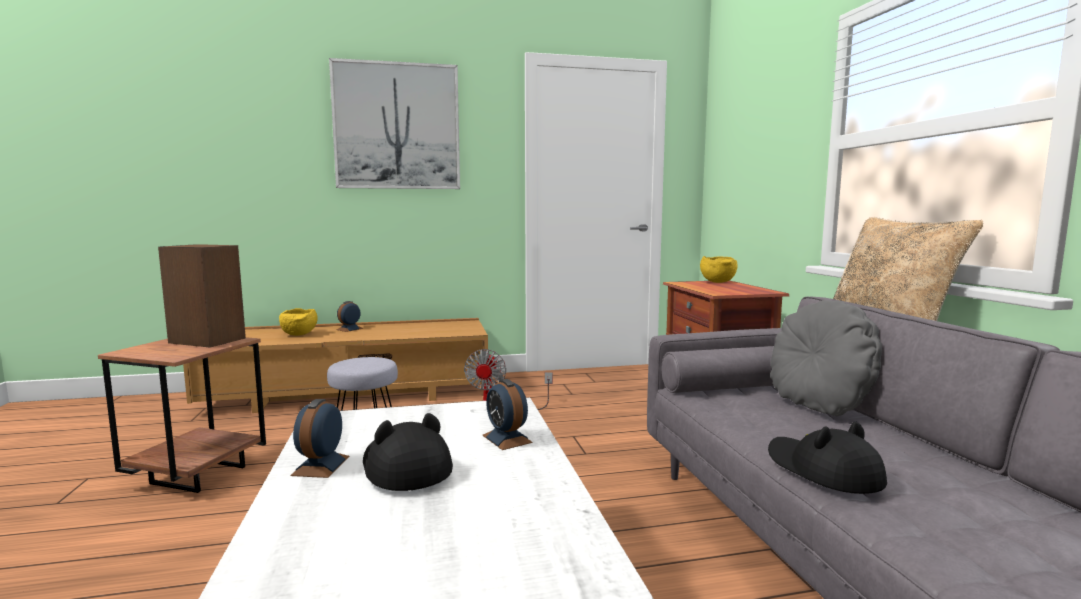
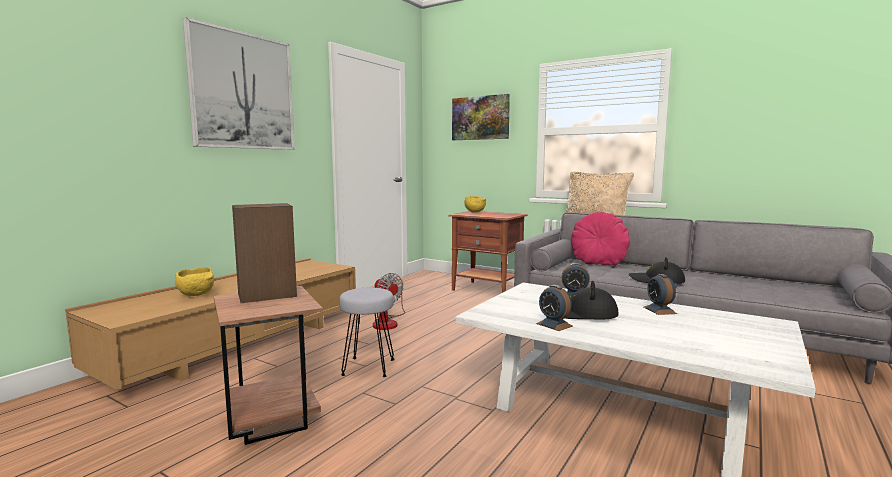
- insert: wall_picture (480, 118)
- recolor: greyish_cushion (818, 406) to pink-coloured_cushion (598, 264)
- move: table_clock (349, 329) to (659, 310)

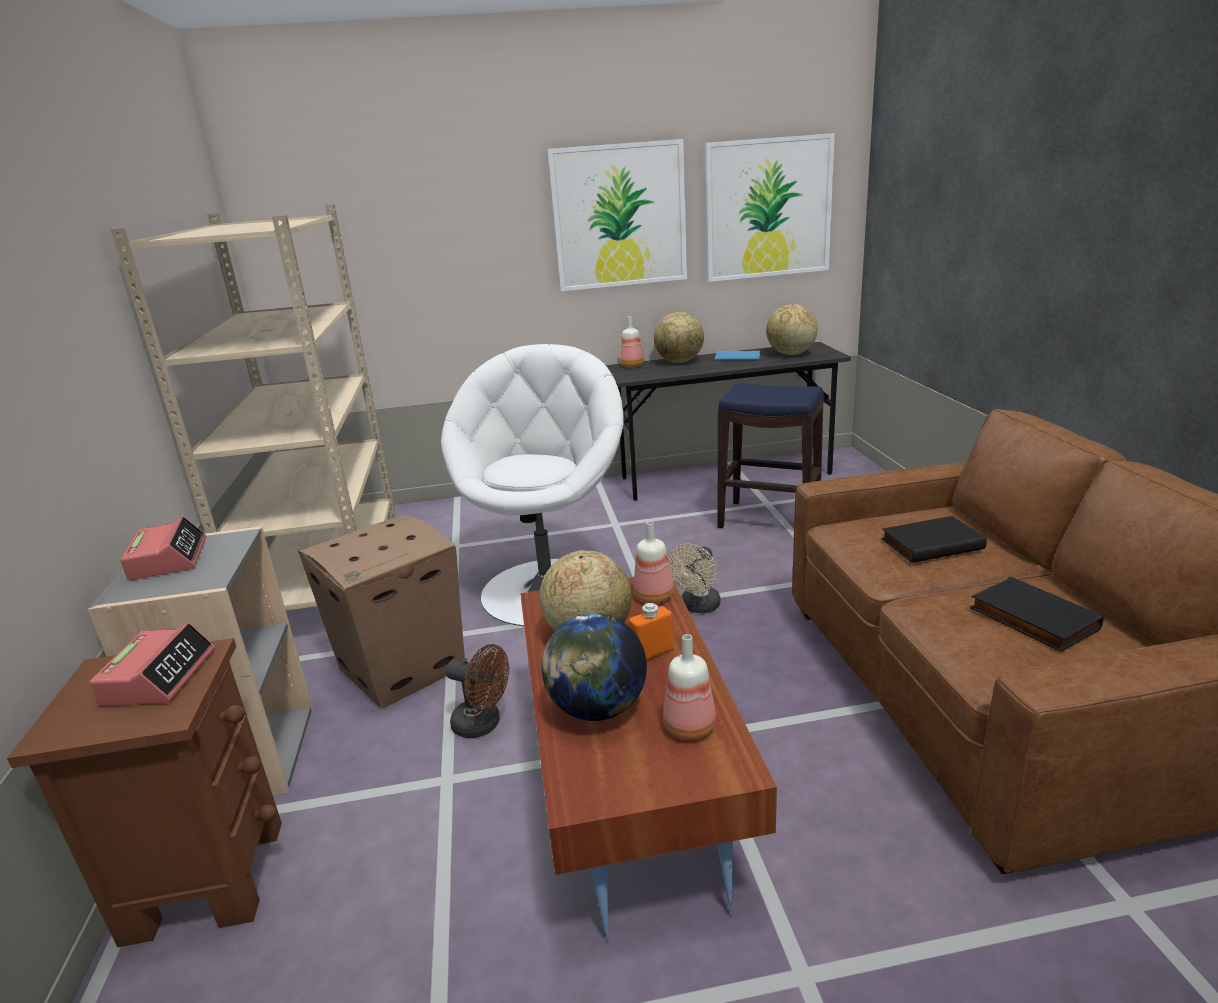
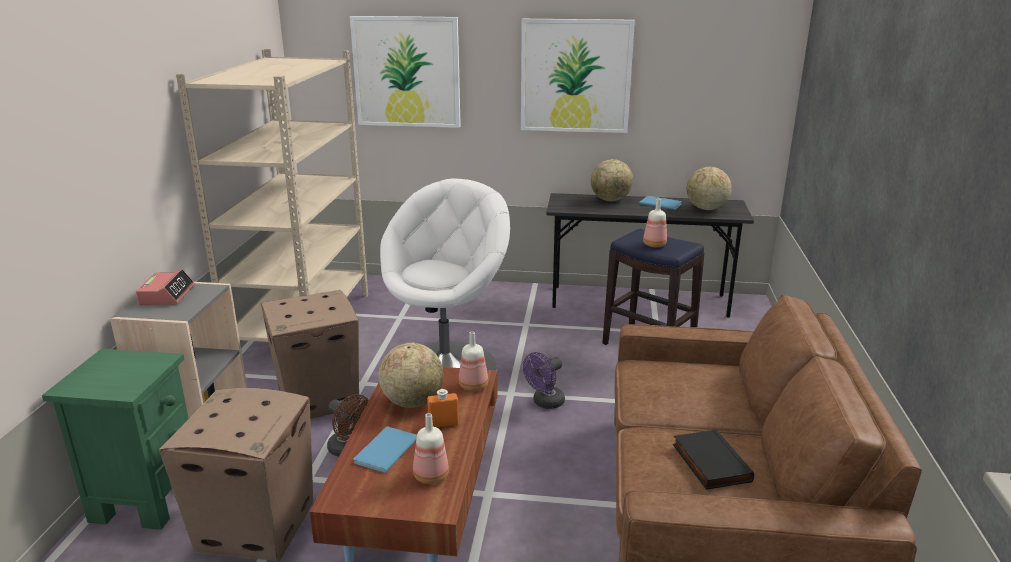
- recolor: brown-coloured_nightstand (209, 878) to greenish_nightstand (148, 499)
- insert: carton (257, 525)
- move: wall_picture (768, 209) to (407, 72)
- replace: globe (597, 709) to bluish_bound_book (384, 451)
- recolor: beige-coloured_cooling_fan (698, 607) to purple-coloured_cooling_fan (545, 403)
- move: beverage_bottle (632, 366) to (654, 245)
- delete: table_clock (159, 677)
- delete: black-coloured_bound_book (931, 543)

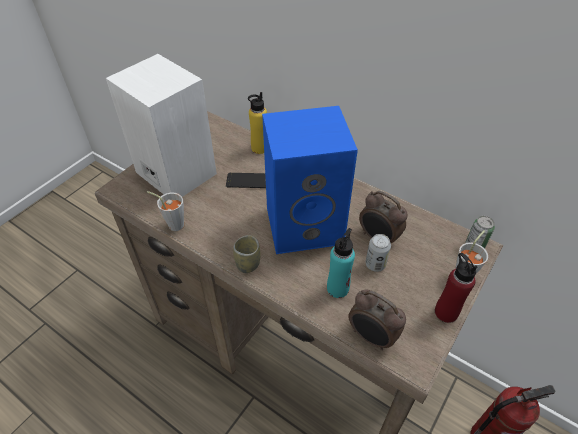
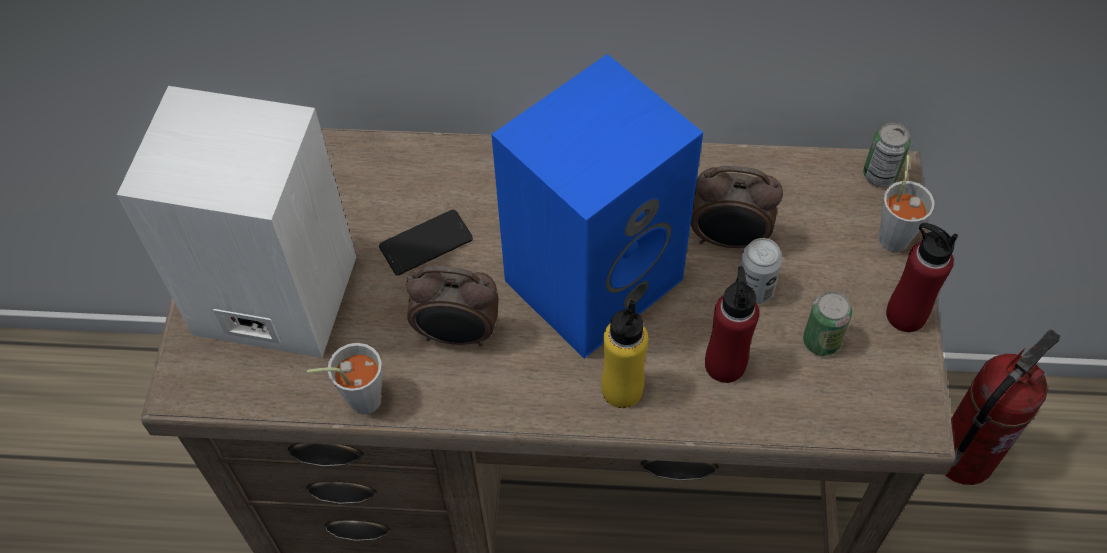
- move: table_clock (371, 337) to (457, 335)
- move: yellow-coloured_beverage_bottle (259, 148) to (622, 389)
- recolor: turquoise-coloured_beverage_bottle (338, 288) to red-coloured_beverage_bottle (725, 364)
- insert: metal_can (821, 341)
- delete: cup (248, 264)

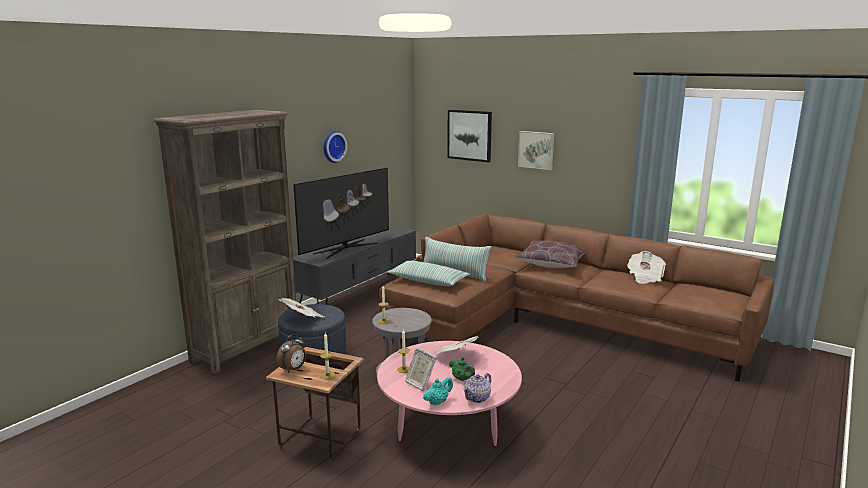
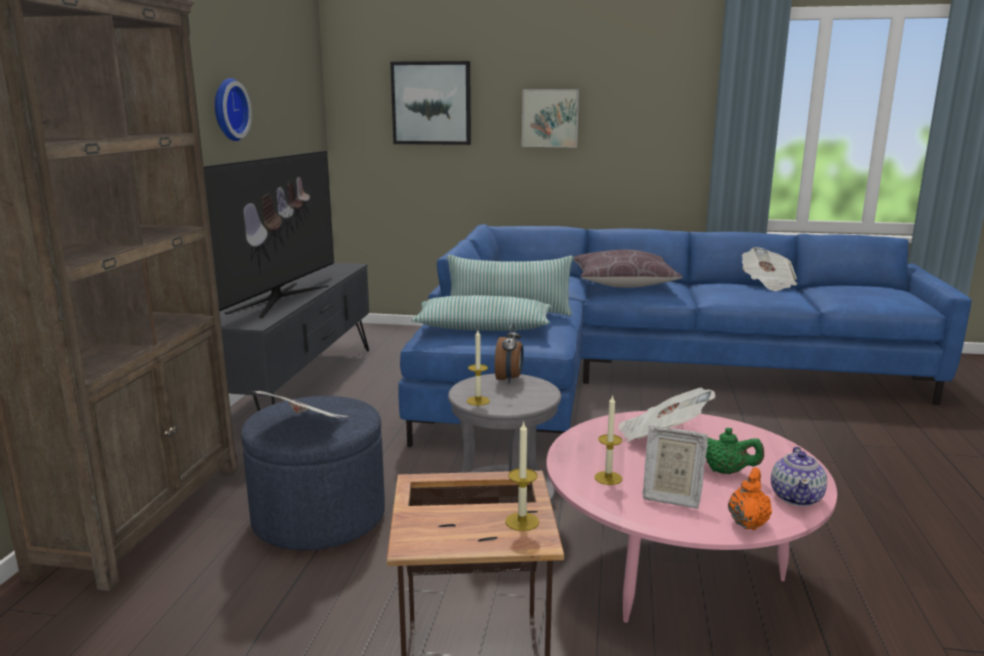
- recolor: brown-coloured_sofa (555, 325) to bluish_sofa (642, 378)
- move: table_clock (293, 369) to (509, 379)
- recolor: turquoise-coloured_pot_for_tea (437, 402) to orangey_pot_for_tea (748, 522)

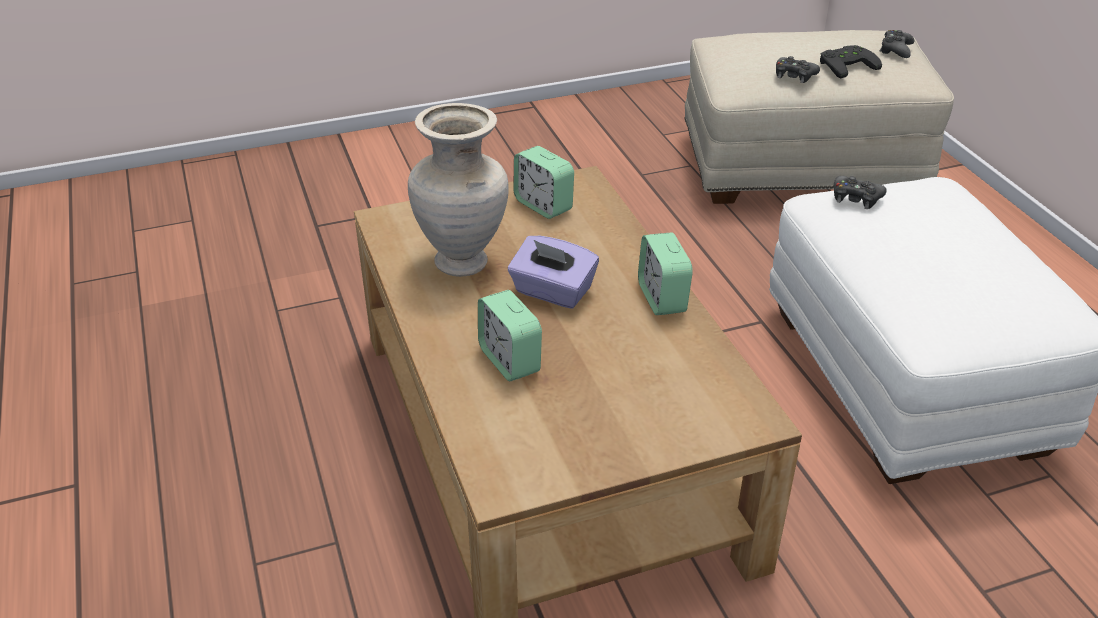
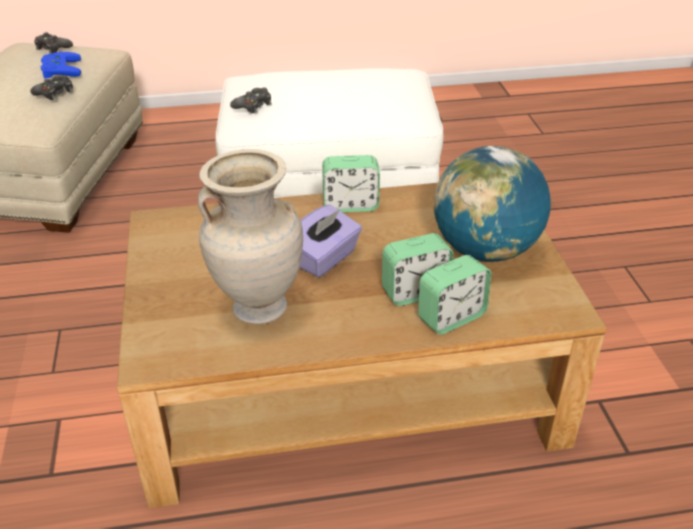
- recolor: black-coloured_gamepad (846, 64) to bluish_gamepad (58, 69)
- move: table_clock (543, 205) to (451, 317)
- insert: globe (485, 250)

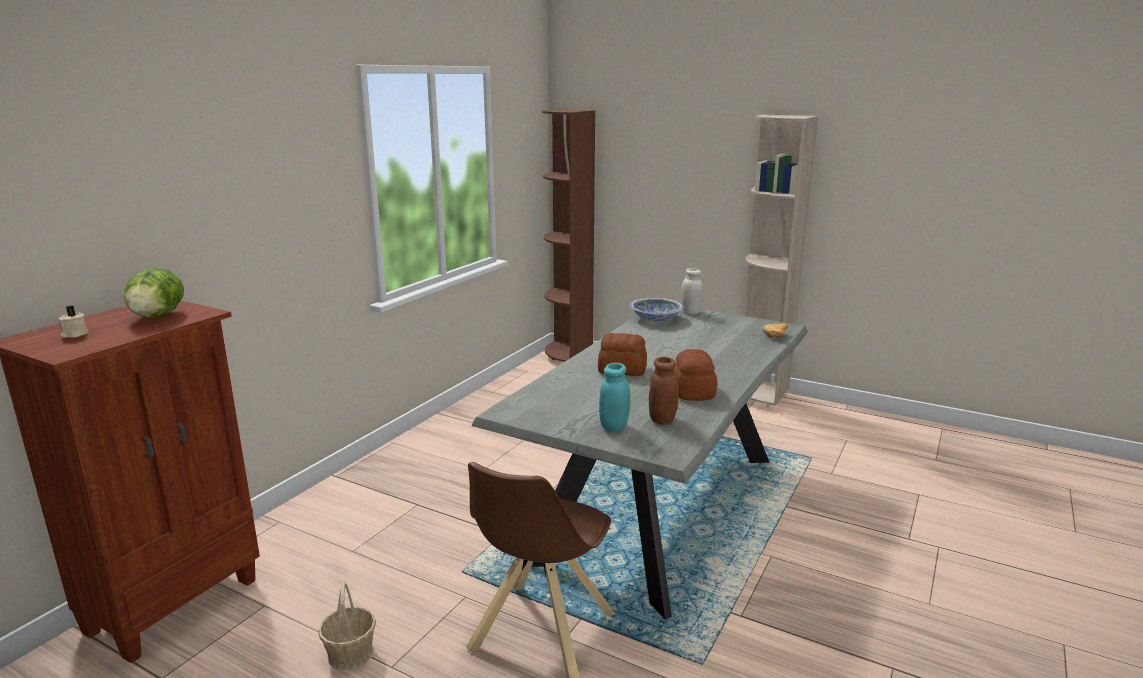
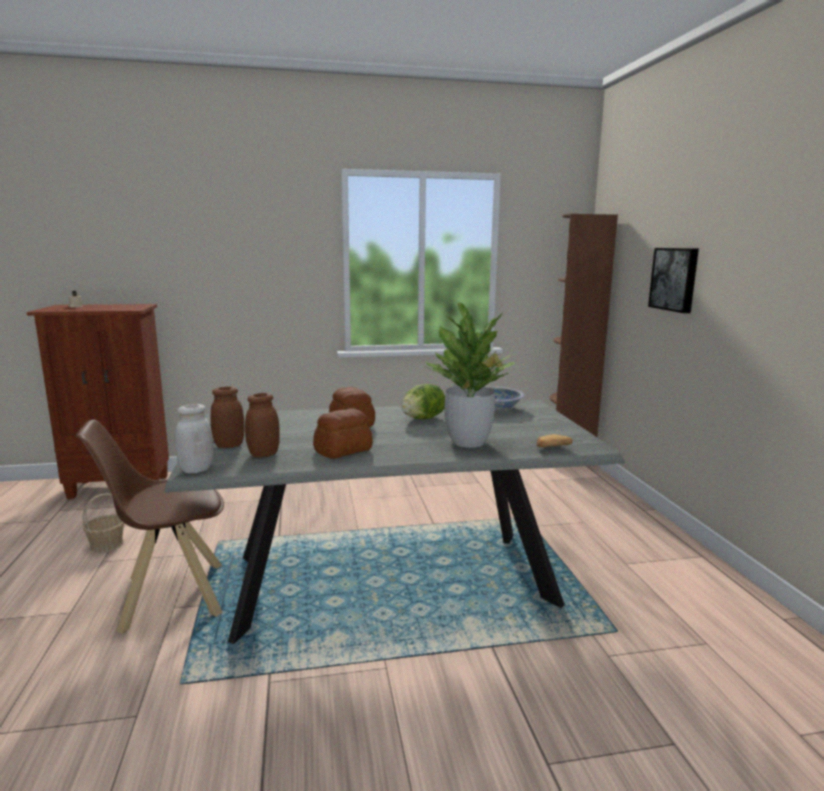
- move: white-coloured_jar (690, 312) to (196, 469)
- recolor: turquoise-coloured_jar (614, 427) to brown-coloured_jar (229, 445)
- move: lettuce_head (157, 316) to (423, 419)
- insert: potted_plant (469, 442)
- insert: wall_picture (675, 279)
- delete: beige-coloured_bookshelf (759, 397)

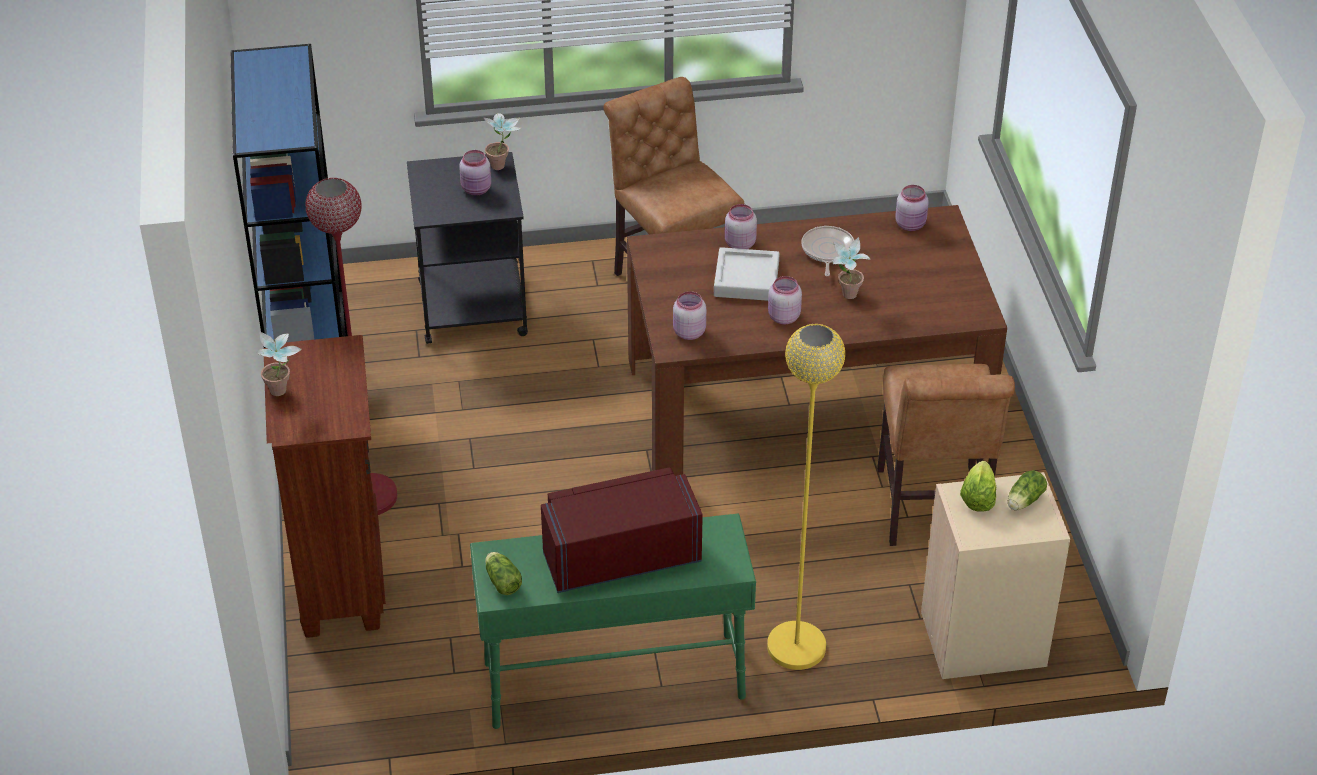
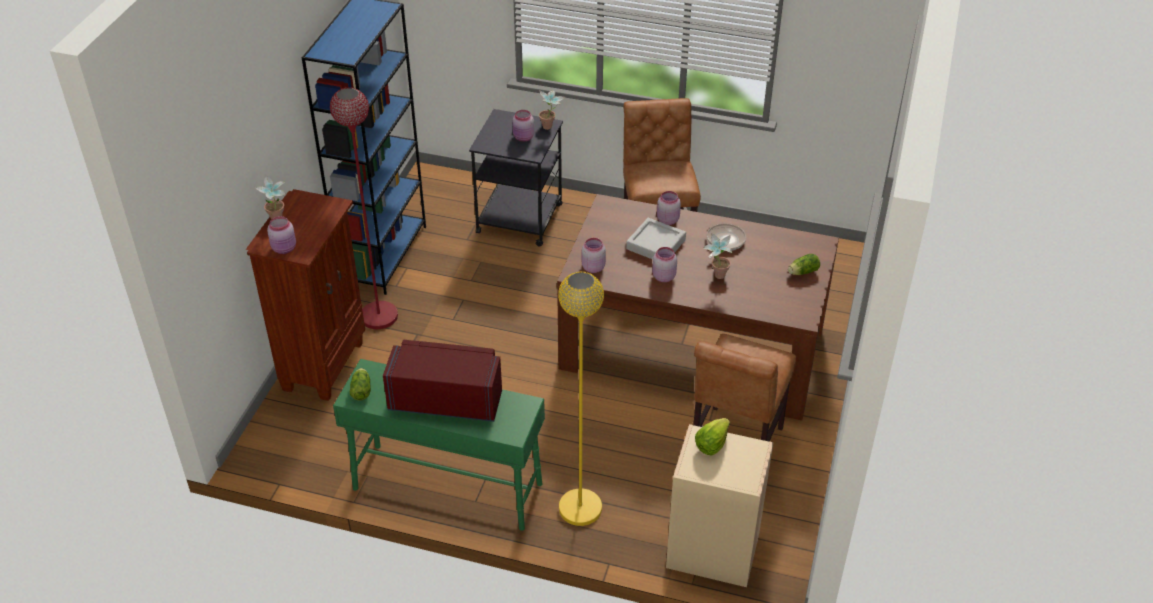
- move: pink-coloured_jar (911, 224) to (285, 248)
- move: lettuce_head (1023, 501) to (802, 272)

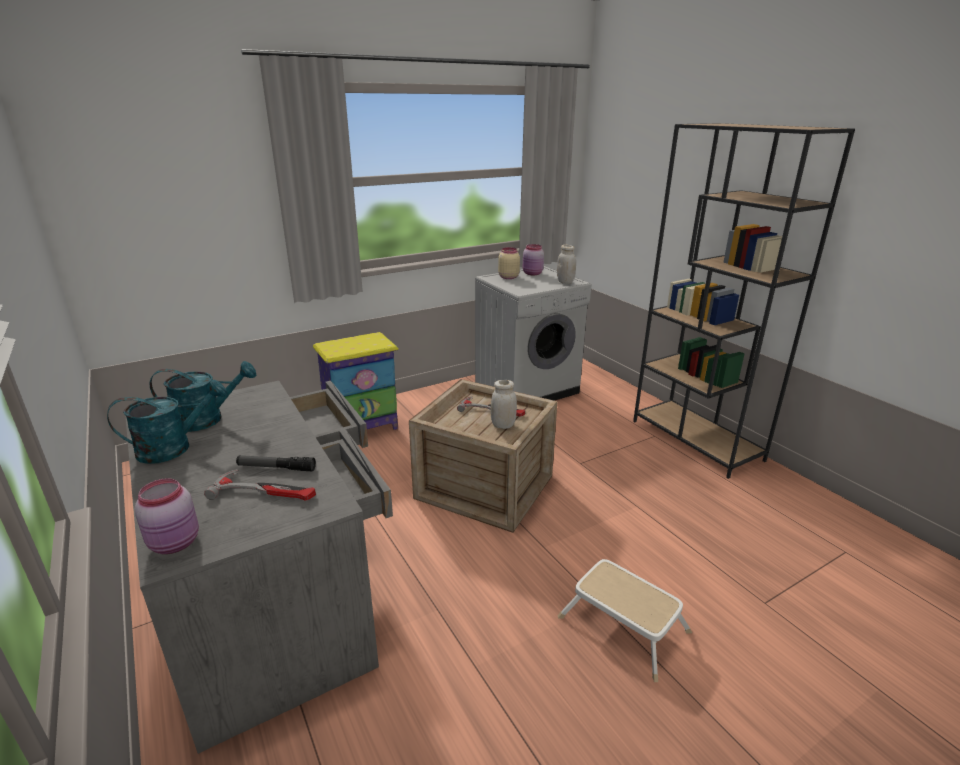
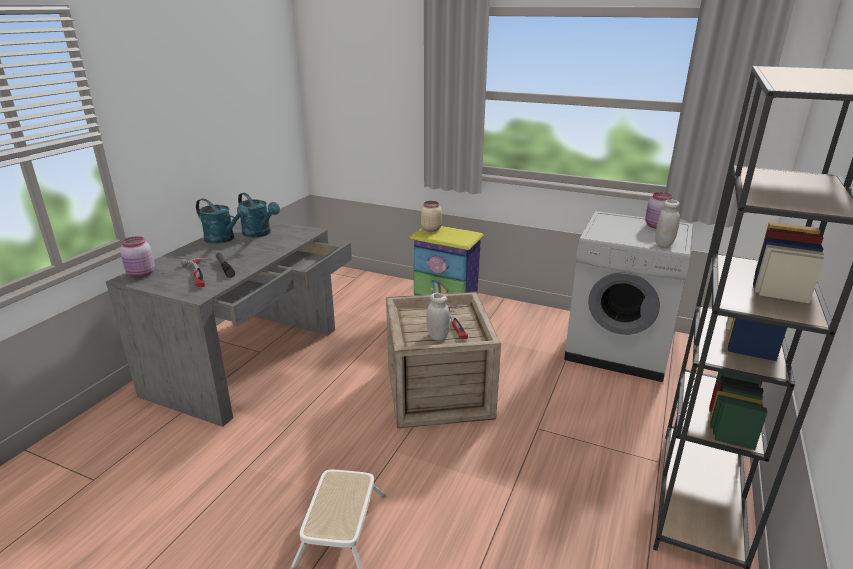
- move: beige-coloured_jar (508, 277) to (431, 229)

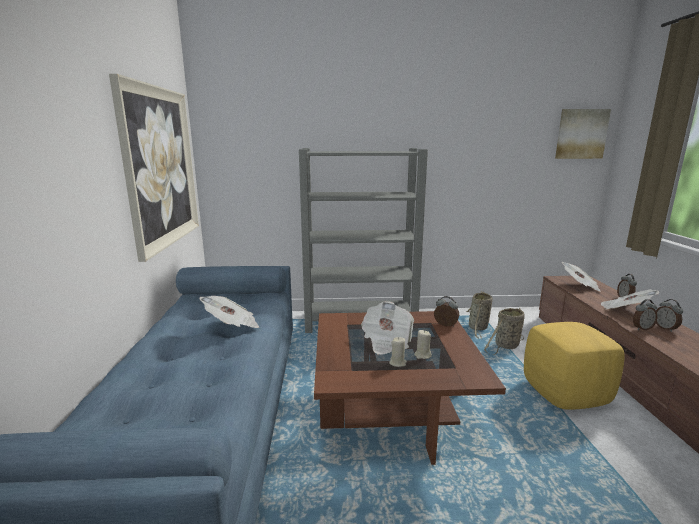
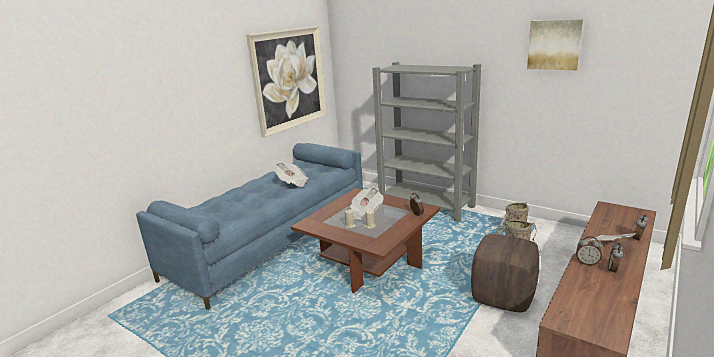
- recolor: yellow-coloured_ottoman (565, 393) to brown-coloured_ottoman (503, 296)
- move: wall_picture (581, 134) to (554, 45)
- delete: daily_paper (580, 286)

